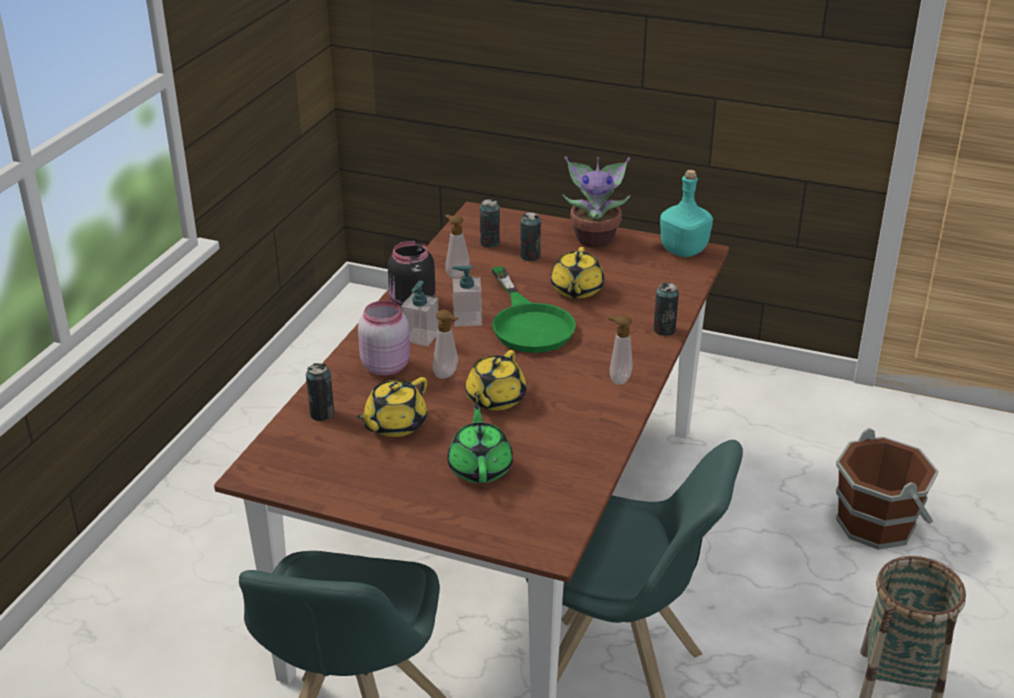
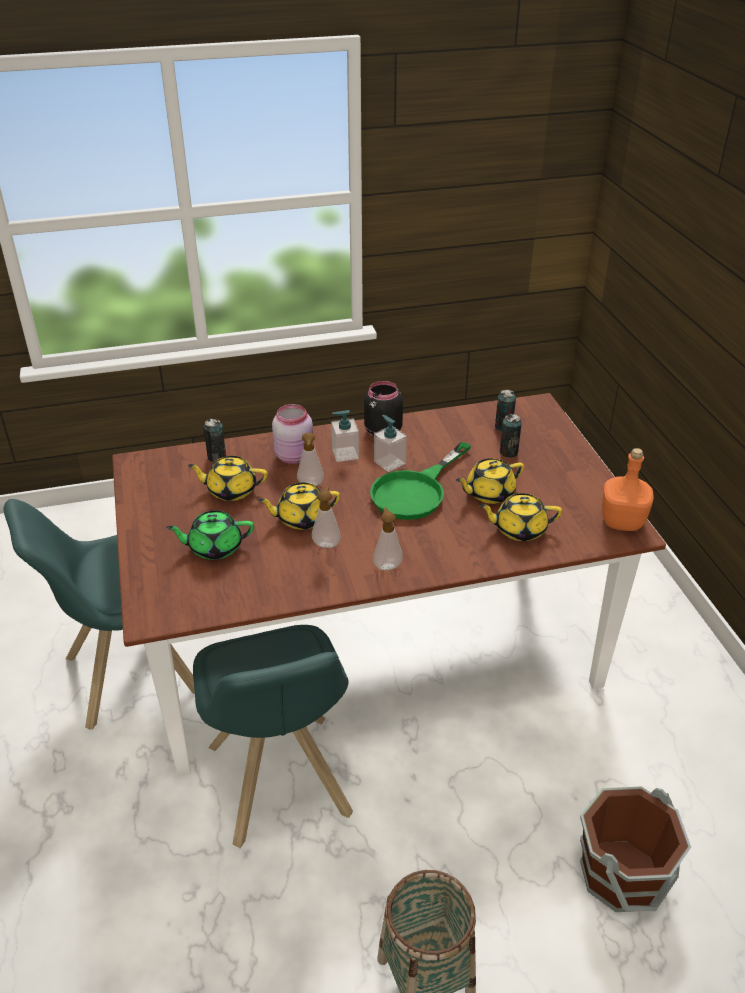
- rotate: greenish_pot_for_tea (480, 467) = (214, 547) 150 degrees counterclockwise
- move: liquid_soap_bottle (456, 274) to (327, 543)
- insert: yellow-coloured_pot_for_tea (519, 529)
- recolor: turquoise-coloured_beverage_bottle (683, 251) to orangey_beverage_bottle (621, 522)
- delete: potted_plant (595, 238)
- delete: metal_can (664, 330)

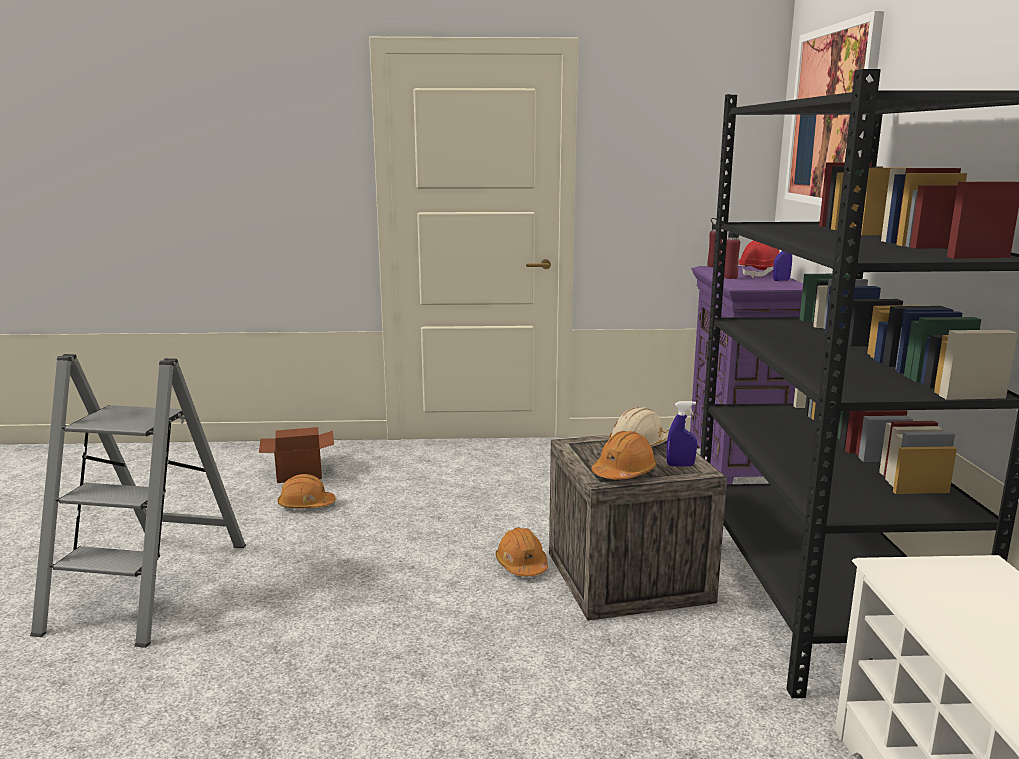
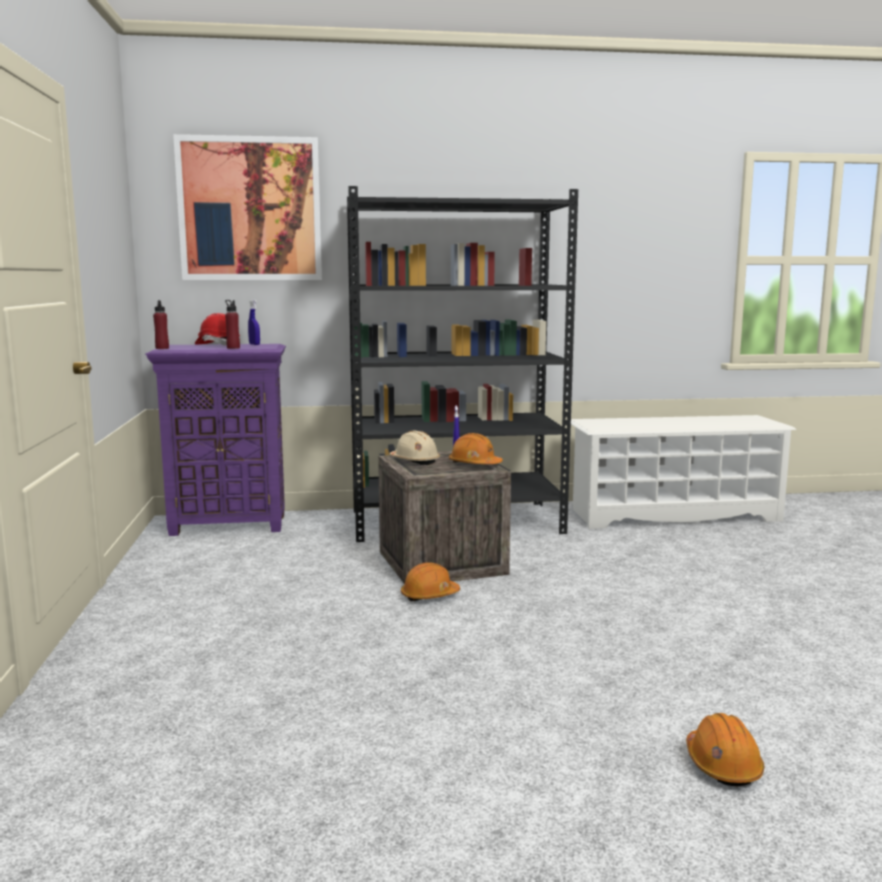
- move: orangey_work_helmet (306, 505) to (722, 765)
- delete: greyish_stepladder (151, 584)
- delete: carton (300, 472)

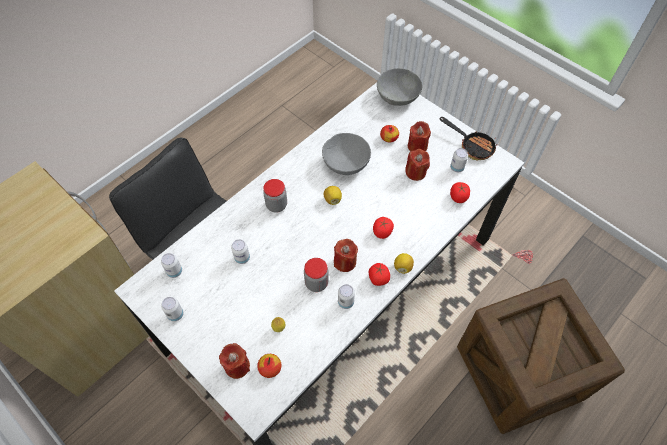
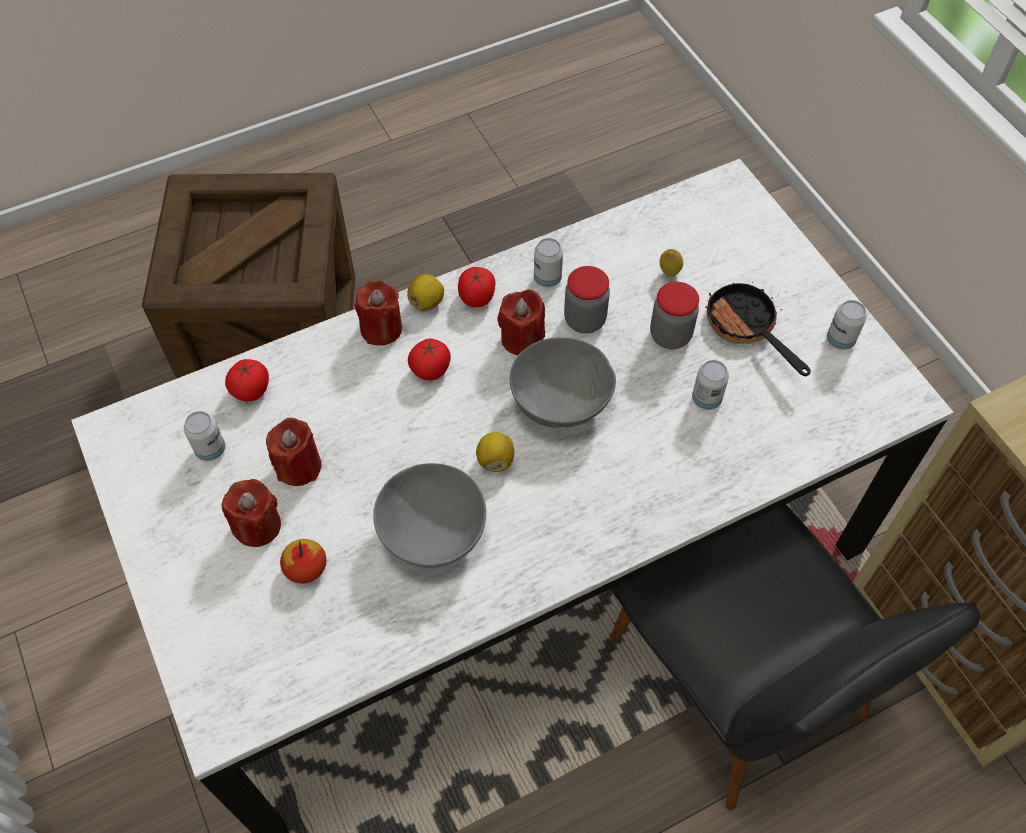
- move: red-coloured_candle (237, 366) to (381, 329)
- move: greyish_bowl (397, 97) to (560, 401)
- move: jar (276, 205) to (670, 335)
- move: skillet (472, 146) to (746, 328)
- delete: metal_can (174, 271)
- delete: apple_fruit (270, 368)

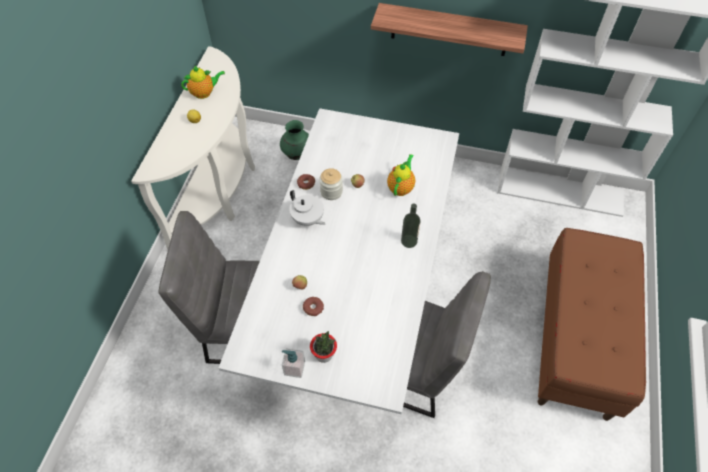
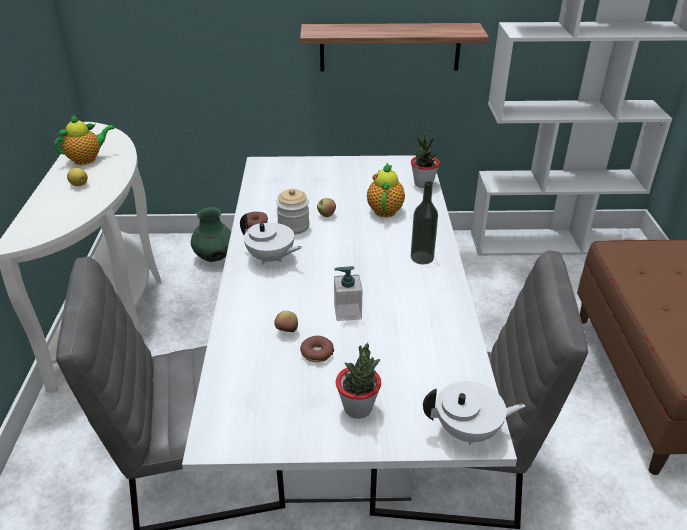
- move: liquid_soap_bottle (294, 368) to (347, 312)
- insert: potted_plant (423, 184)
- insert: white-coloured_pot_for_tea (468, 431)

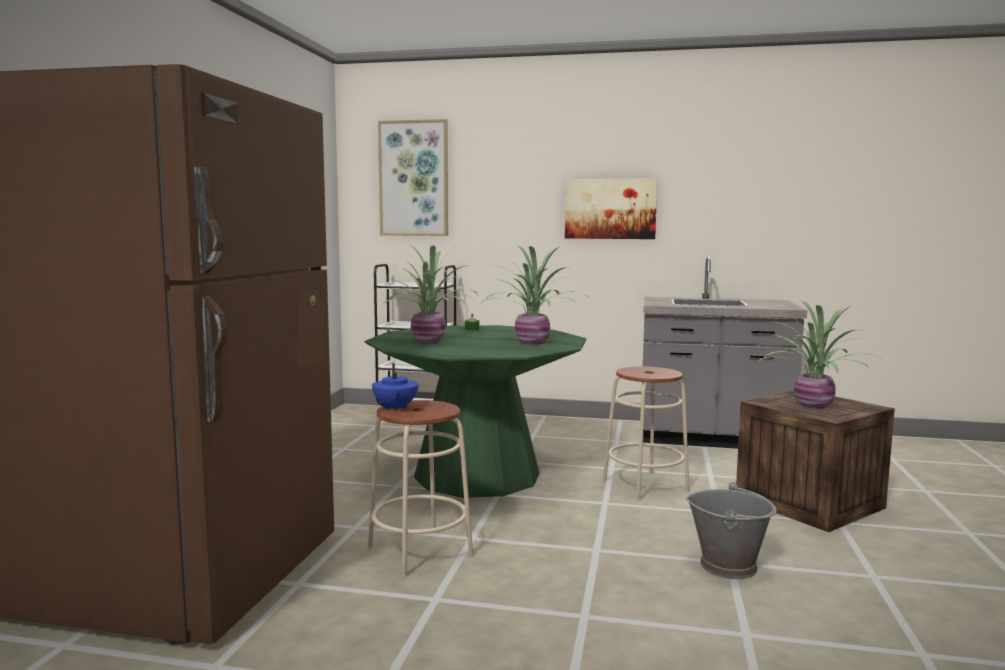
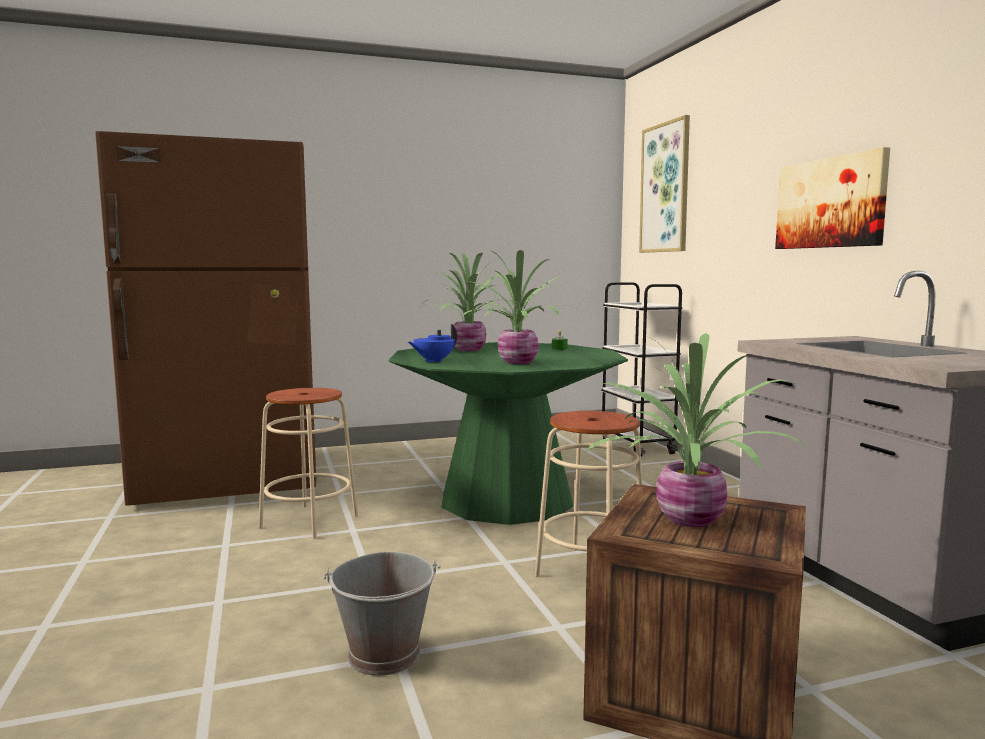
- move: bluish_pot_for_tea (395, 408) to (433, 361)

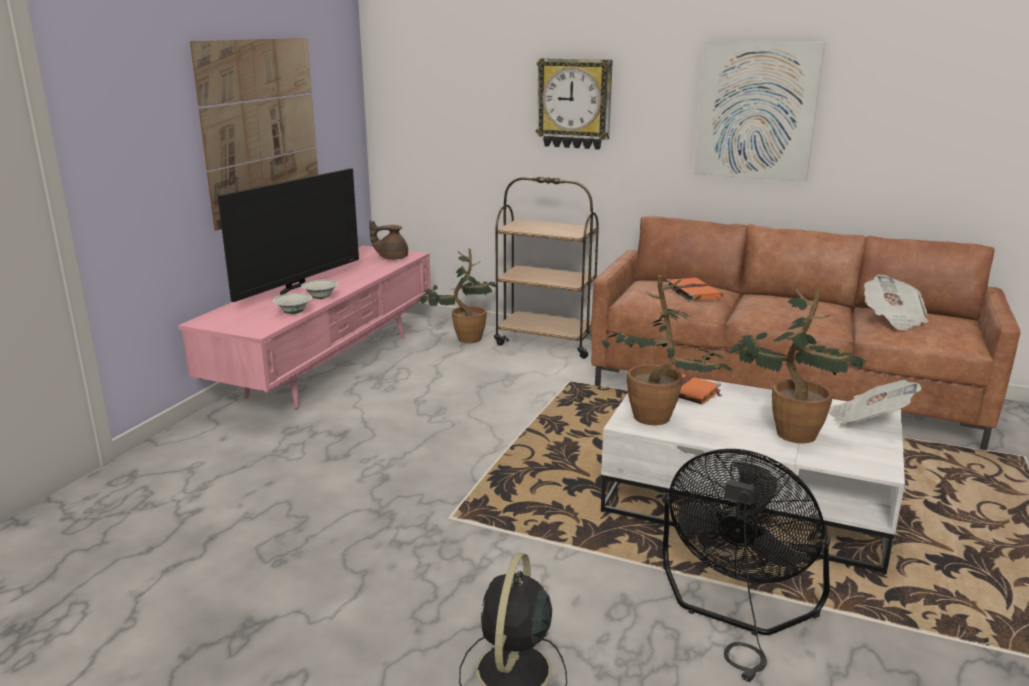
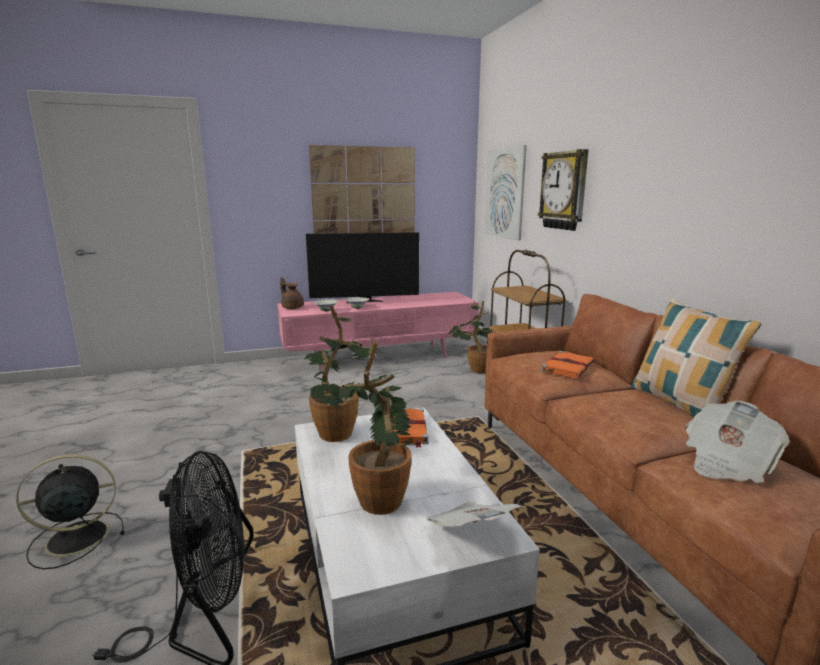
- move: brown-coloured_pot_for_tea (391, 258) to (292, 307)
- move: wall_picture (756, 111) to (504, 193)
- insert: cushion (680, 405)

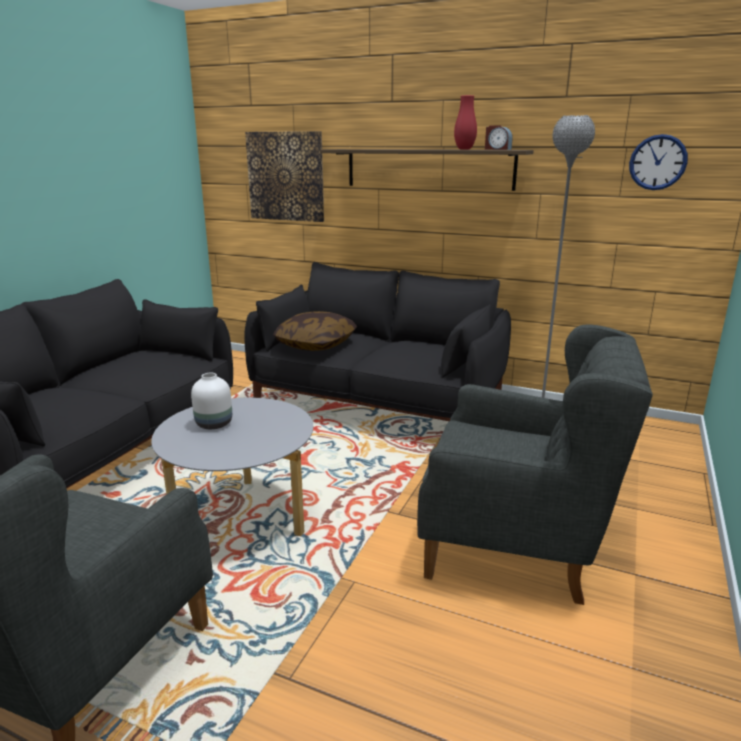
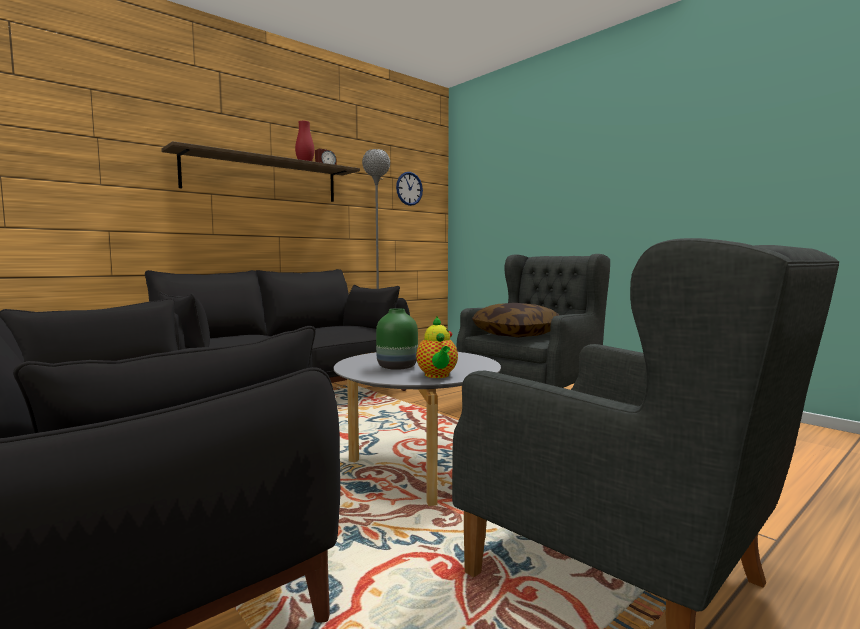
- recolor: white-coloured_decorative_vase (213, 424) to greenish_decorative_vase (397, 367)
- insert: pot_for_tea (437, 376)
- move: cushion (316, 344) to (516, 335)
- delete: wall_picture (286, 176)

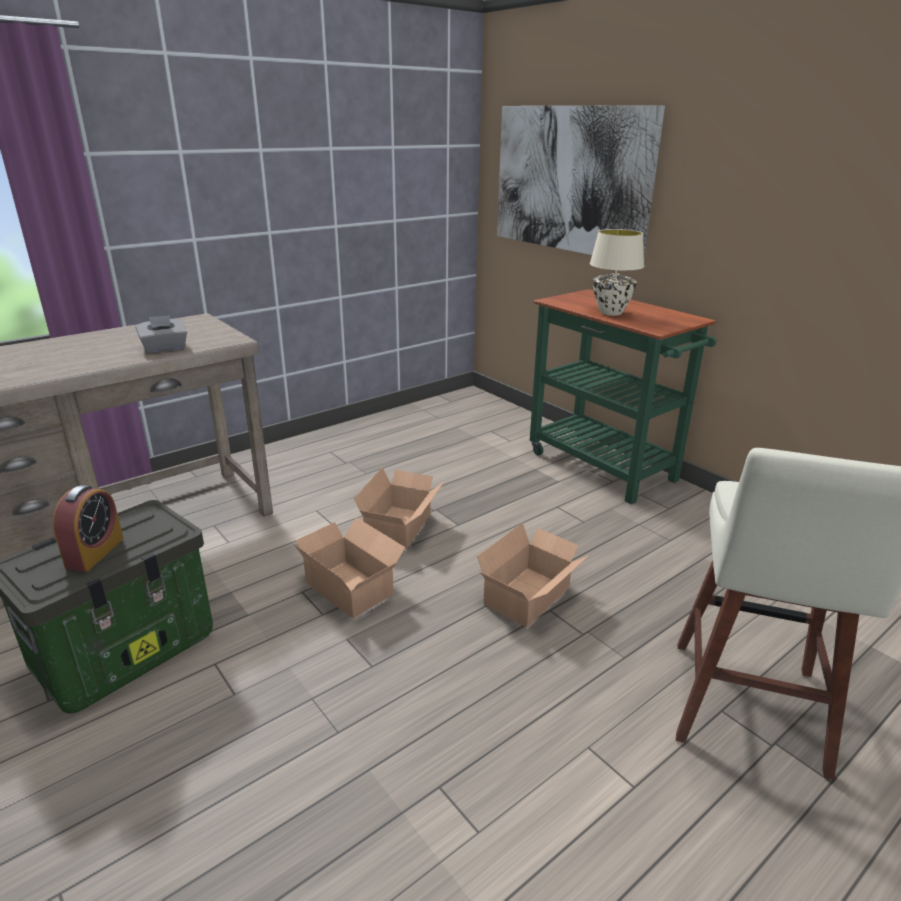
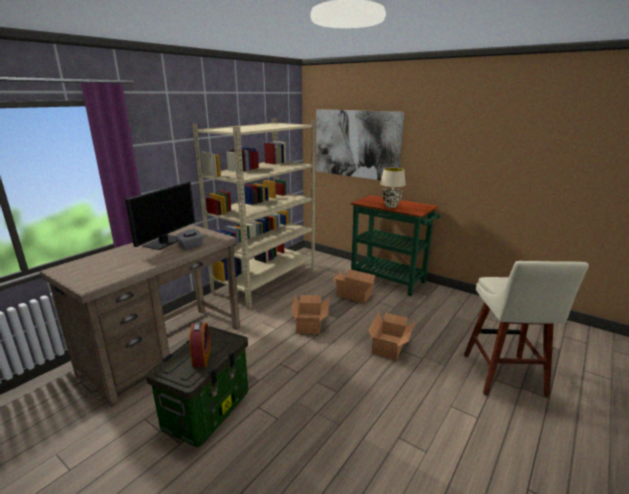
- insert: monitor (164, 242)
- insert: beige-coloured_bookshelf (266, 281)
- move: carton (350, 586) to (354, 294)

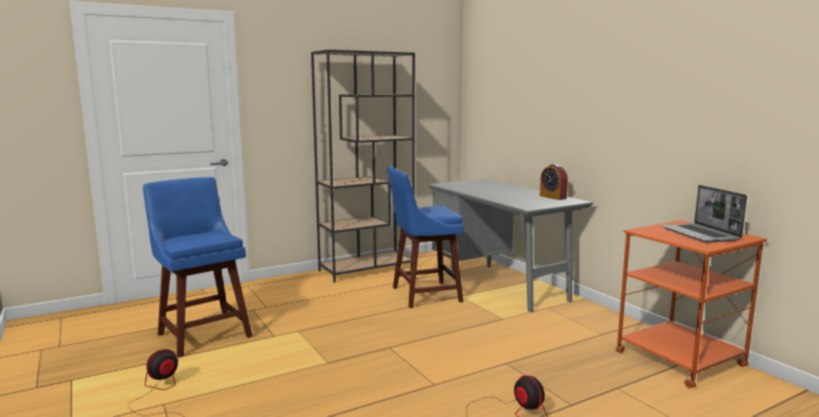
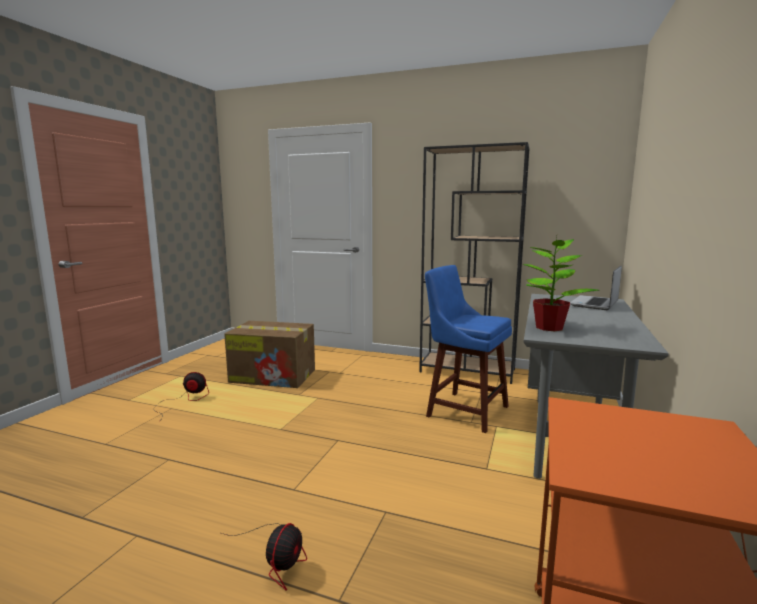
- replace: bluish_upright_chair (203, 333) to carton (274, 376)
- insert: potted_plant (549, 327)
- move: laptop (701, 234) to (595, 304)
- delete: table_clock (553, 197)

